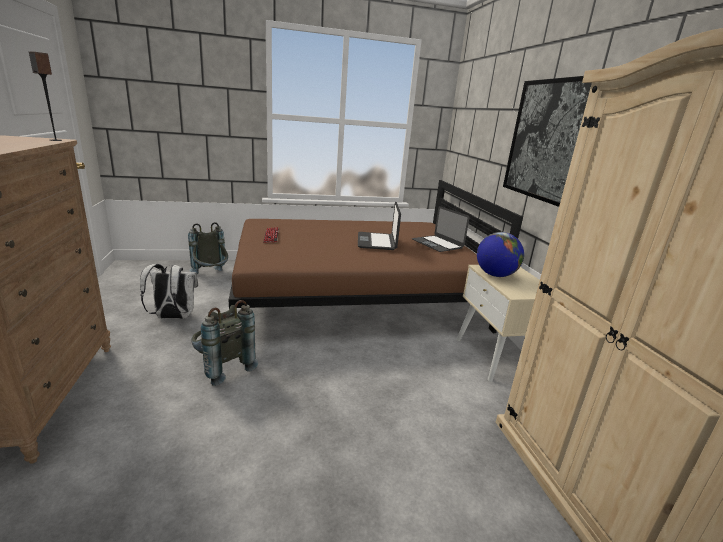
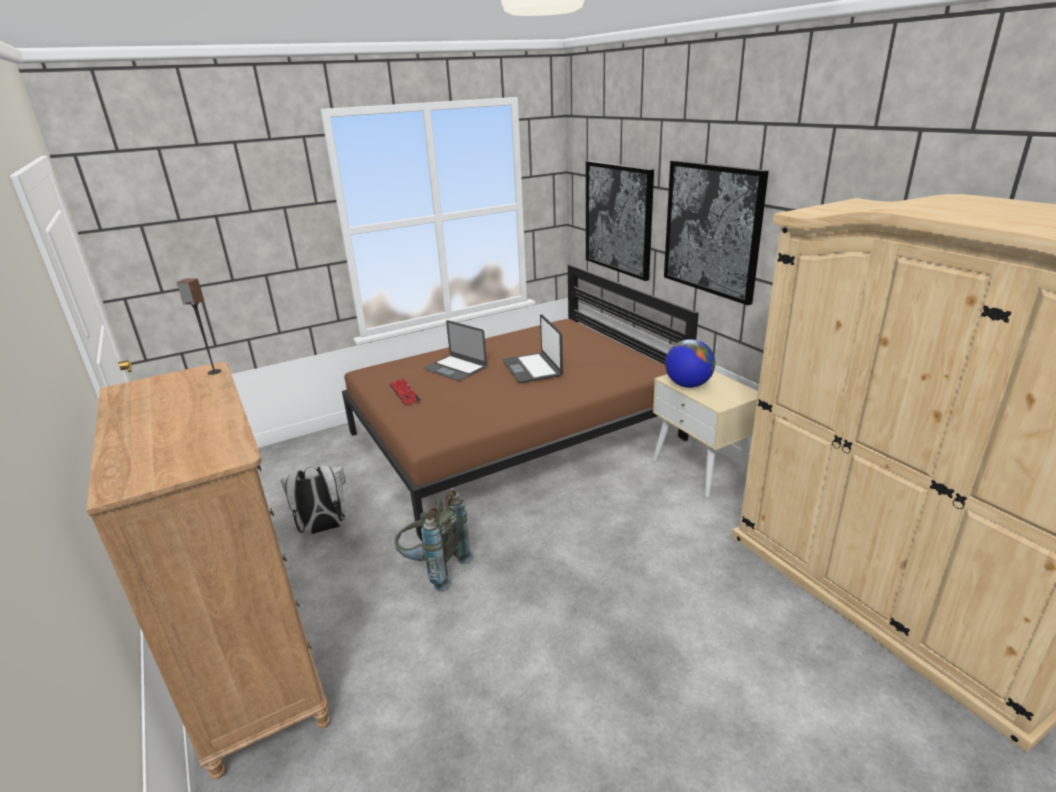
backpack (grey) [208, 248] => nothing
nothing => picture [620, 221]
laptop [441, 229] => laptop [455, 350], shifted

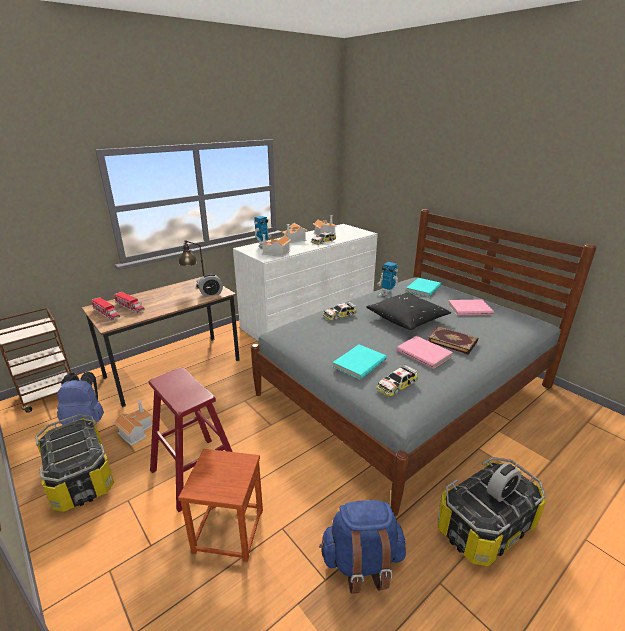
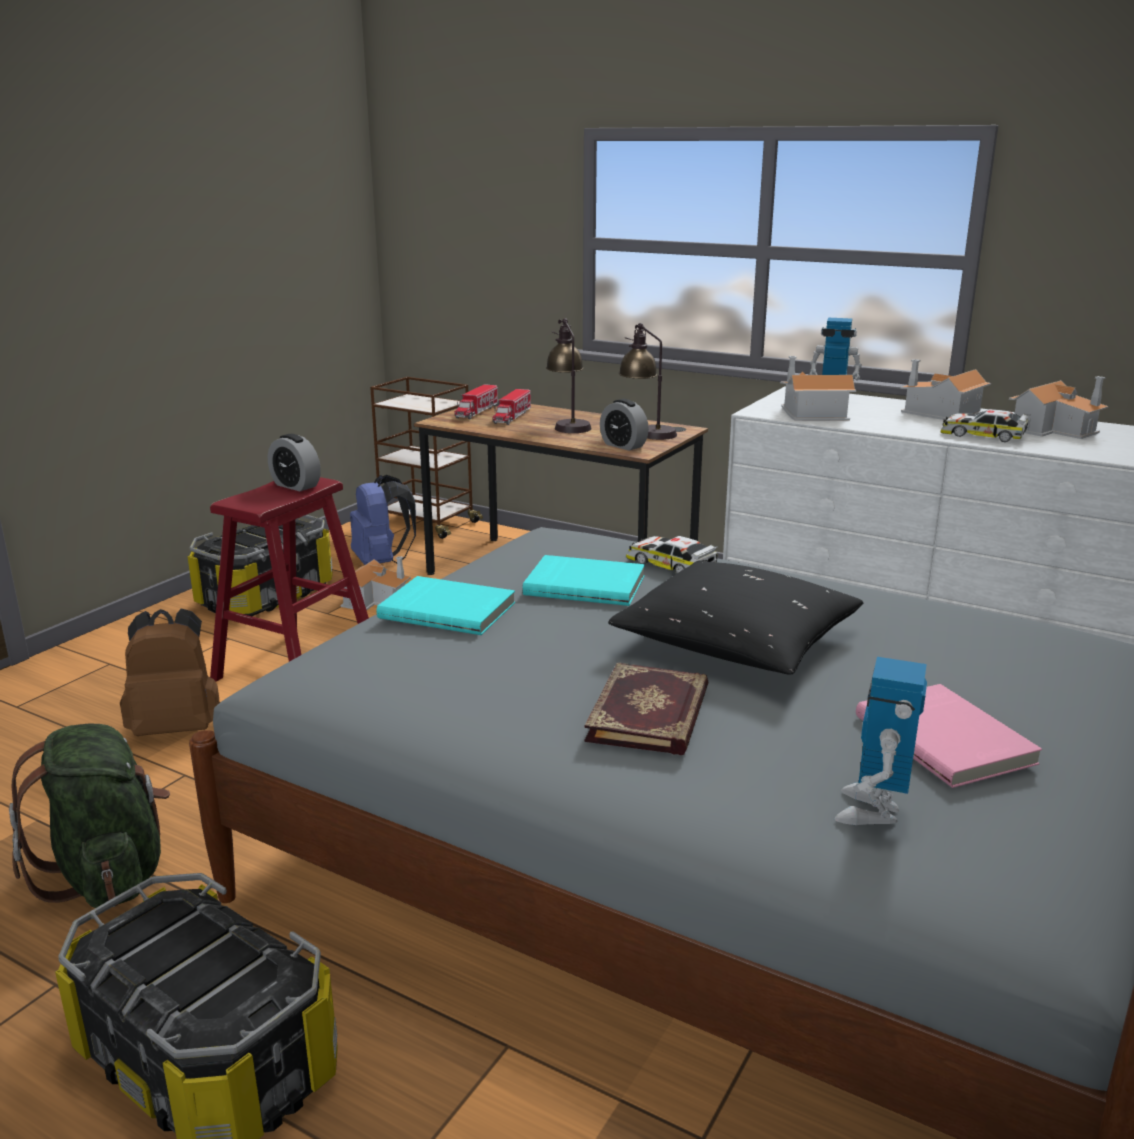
toy car [397, 381] => nothing
book (pink) [425, 352] => nothing
nothing => table lamp [569, 375]
toy robot [388, 280] => toy robot [880, 741], shifted
book (turquoise) [423, 287] => book (turquoise) [583, 580], shifted
alarm clock [504, 482] => alarm clock [294, 462], shifted
stool (brown) [220, 505] => backpack (brown) [170, 672]
backpack (blue) [362, 547] => backpack (green) [89, 815]

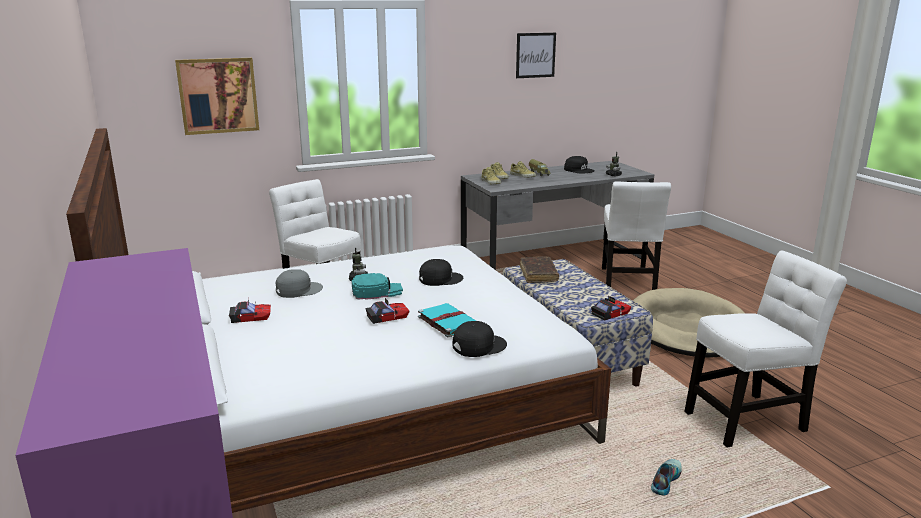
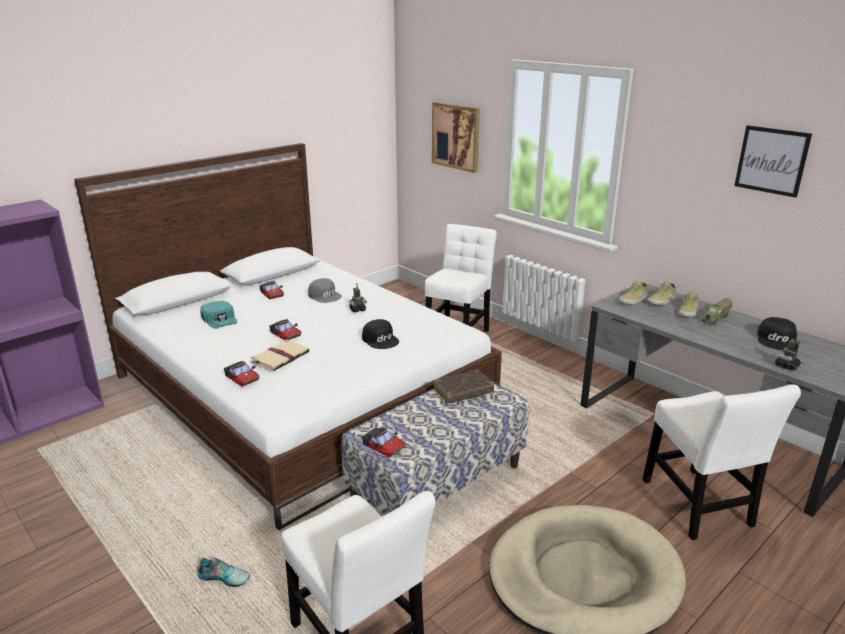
cap (turquoise) [377, 286] => cap (turquoise) [218, 314], shifted
cap (black) [479, 339] => toy car [242, 374]
book (turquoise) [447, 320] => book (beige) [280, 355]
chair (white) [636, 235] => chair (white) [721, 462], 90 degrees counterclockwise

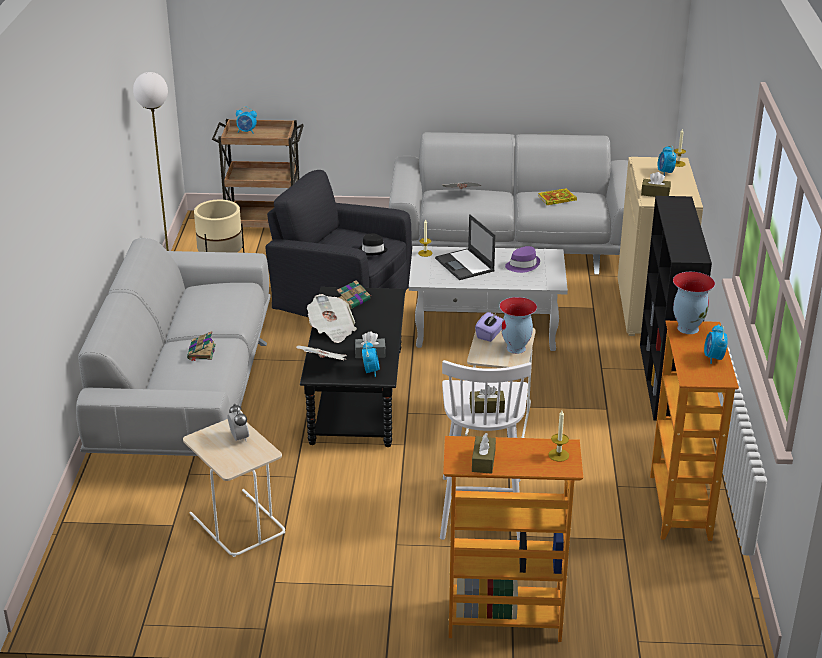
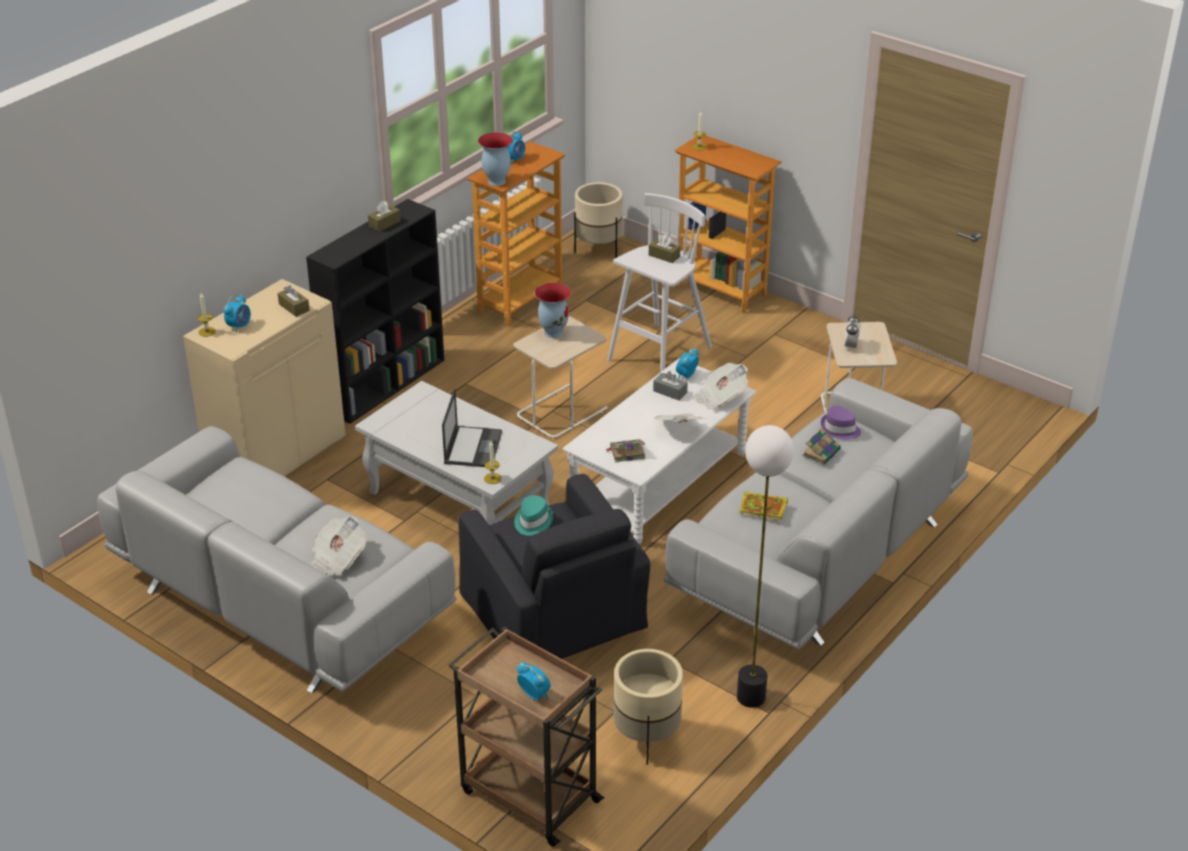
tissue box (purple) [489, 327] => nothing
nothing => planter (beige) [598, 220]
tissue box (brown) [484, 453] => tissue box (brown) [384, 216], shifted
hat (purple) [522, 259] => hat (purple) [841, 422], shifted
book [557, 196] => book [763, 506], shifted
coffee table (black) [352, 367] => coffee table (white) [659, 451]
hat (black) [373, 245] => hat (turquoise) [533, 515]

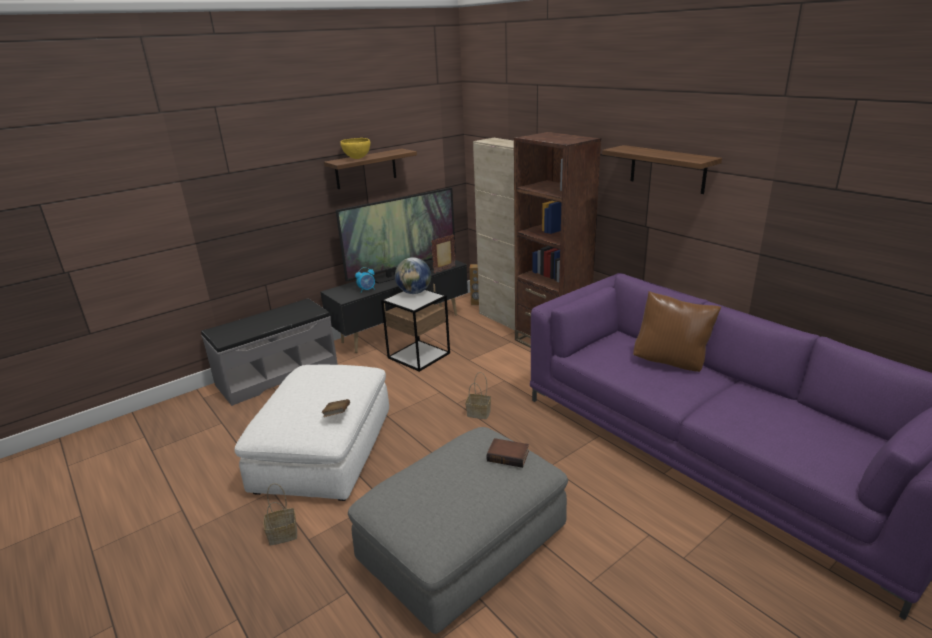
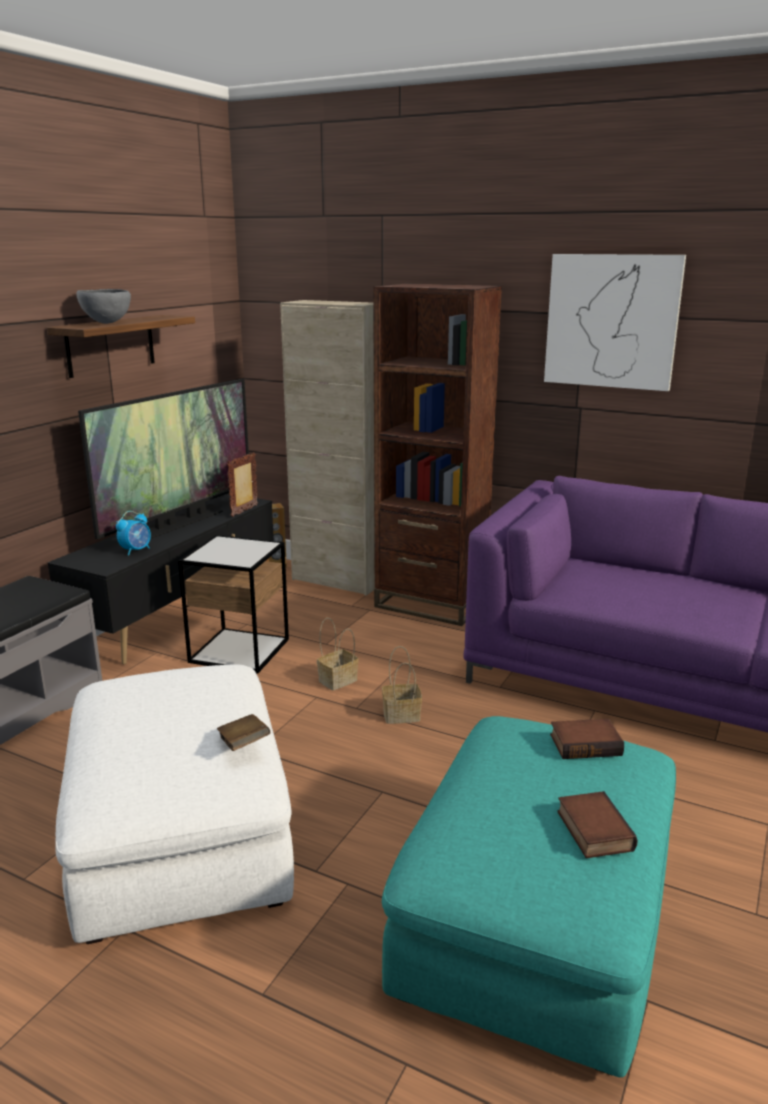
globe [413, 275] => nothing
pillow (brown) [677, 331] => nothing
nothing => book [597, 824]
basket [280, 514] => basket [338, 654], shifted
shelf [662, 169] => picture [615, 322]
bowl (yellow) [355, 148] => bowl (grey) [103, 306]
ottoman (grey) [458, 530] => ottoman (turquoise) [529, 896]

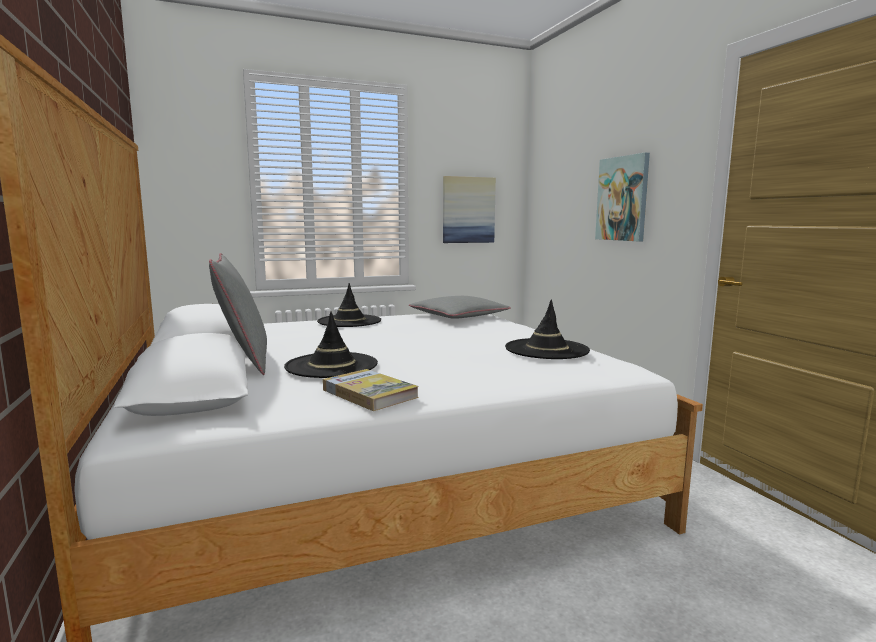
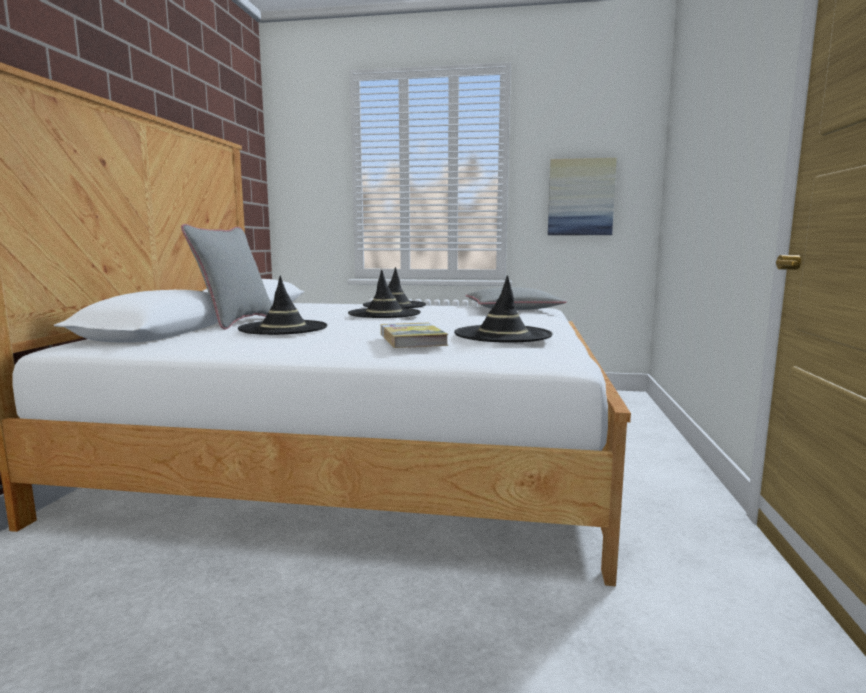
picture [622, 197] => nothing
nothing => hat (black) [384, 293]
book [371, 390] => book [414, 335], shifted

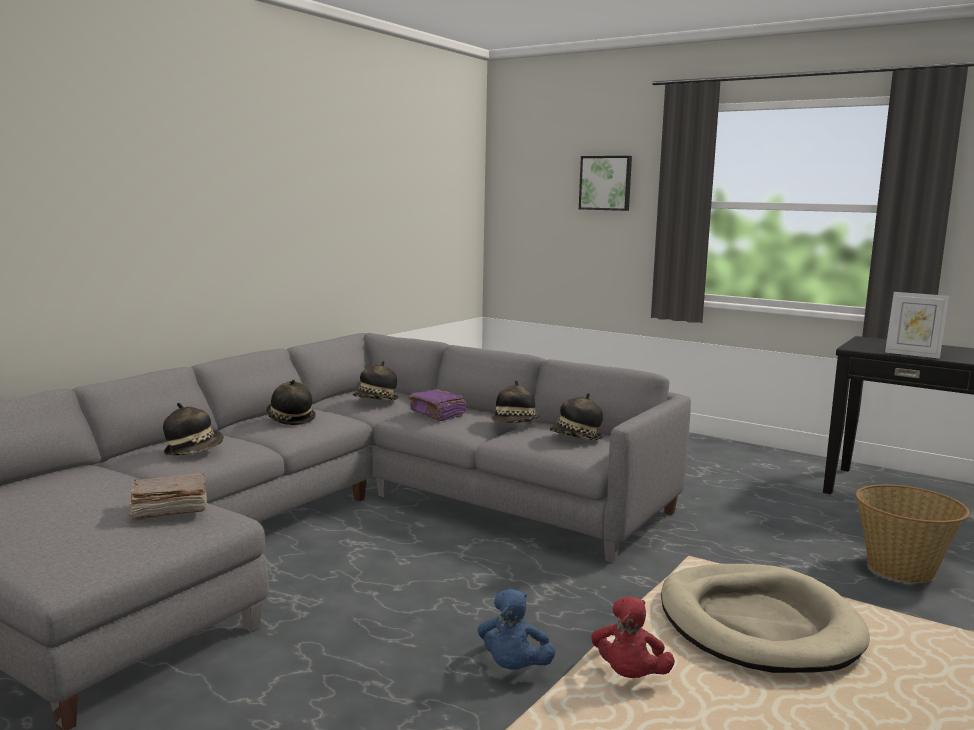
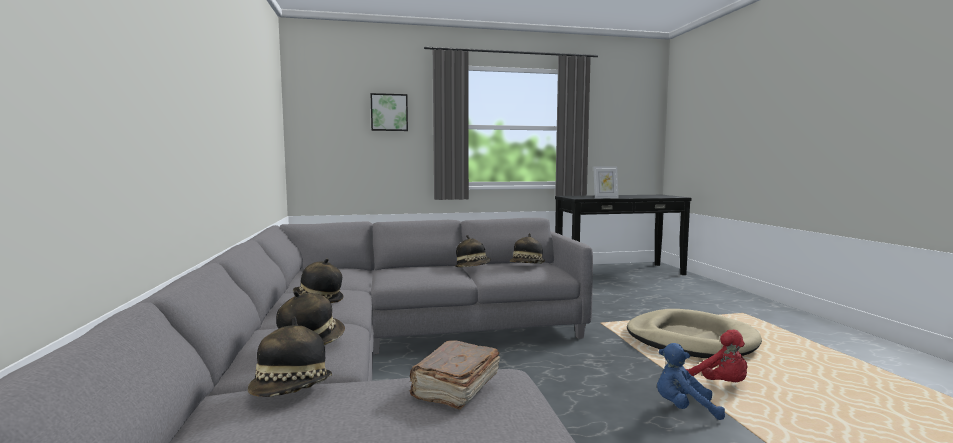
book (purple) [437, 405] => nothing
basket [913, 533] => nothing
hat [376, 381] => hat [290, 357], shifted
plush toy (blue) [517, 629] => plush toy (blue) [691, 381], 135 degrees clockwise

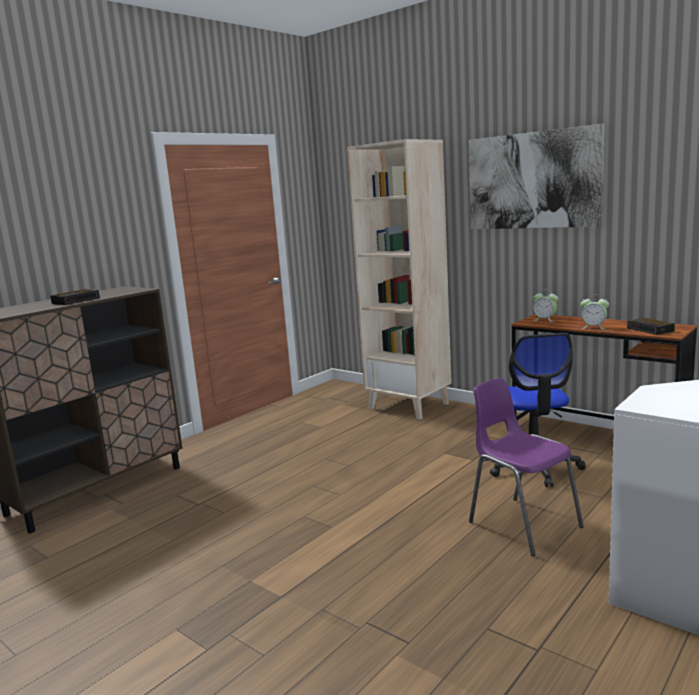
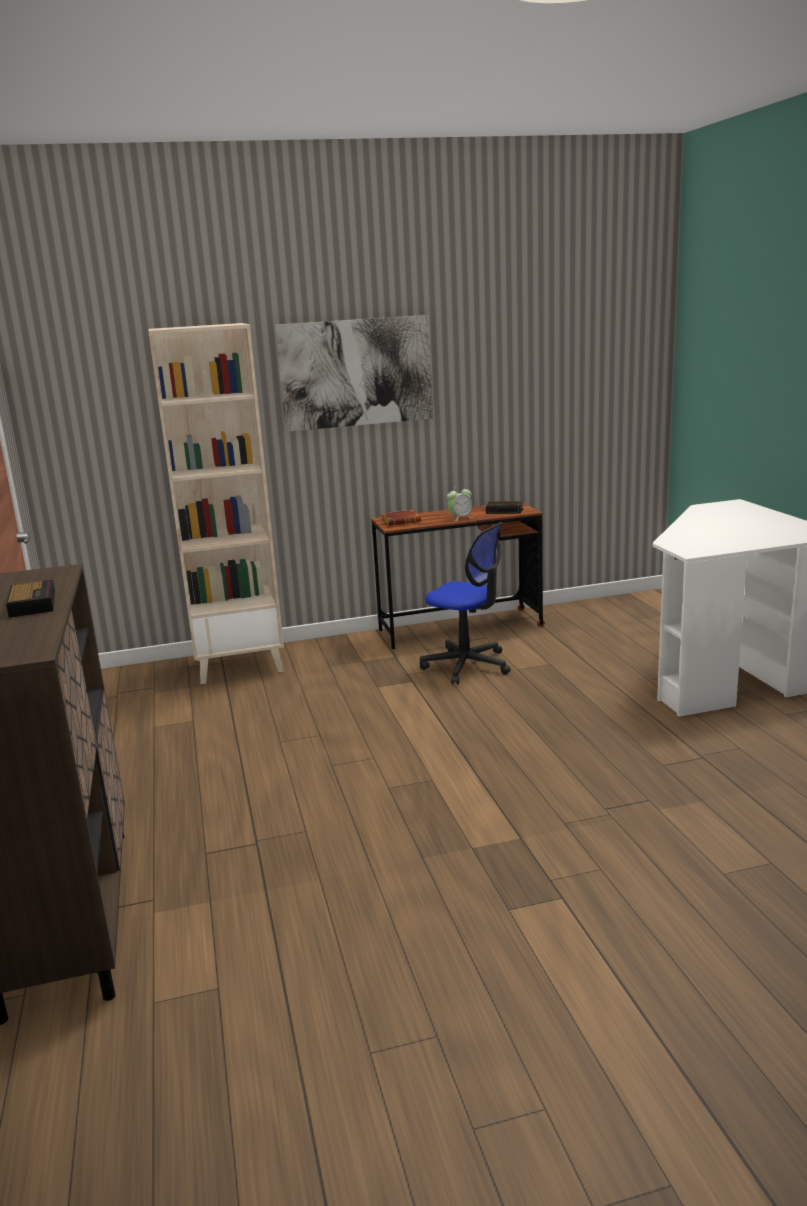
chair (purple) [526, 467] => nothing
alarm clock [545, 306] => book (brown) [401, 518]

